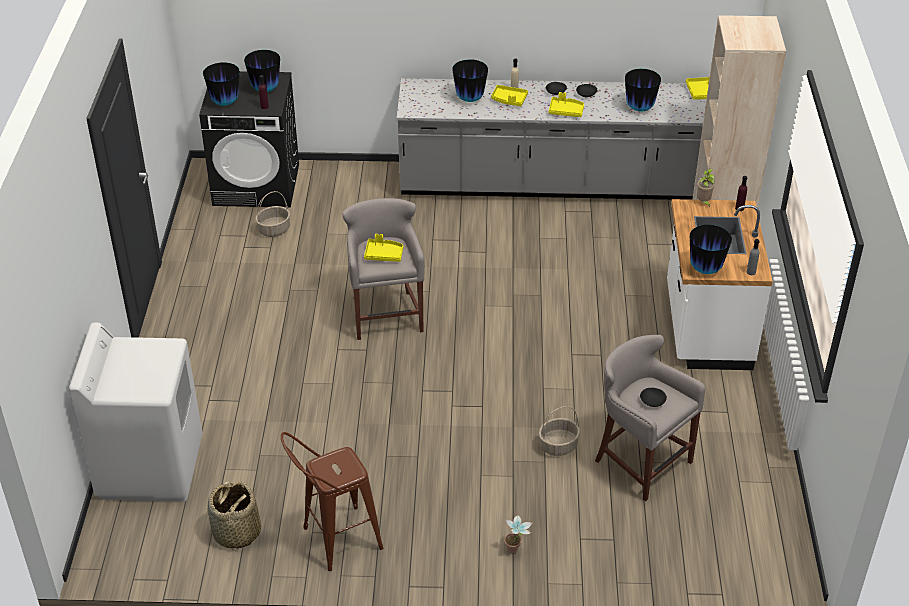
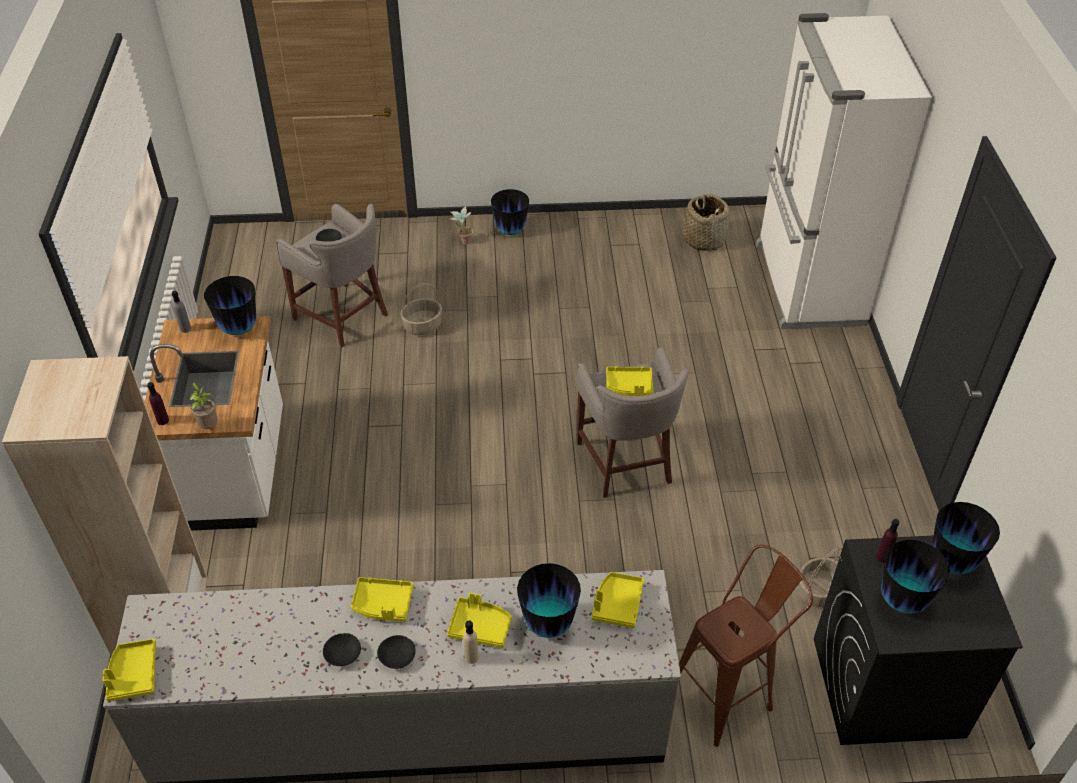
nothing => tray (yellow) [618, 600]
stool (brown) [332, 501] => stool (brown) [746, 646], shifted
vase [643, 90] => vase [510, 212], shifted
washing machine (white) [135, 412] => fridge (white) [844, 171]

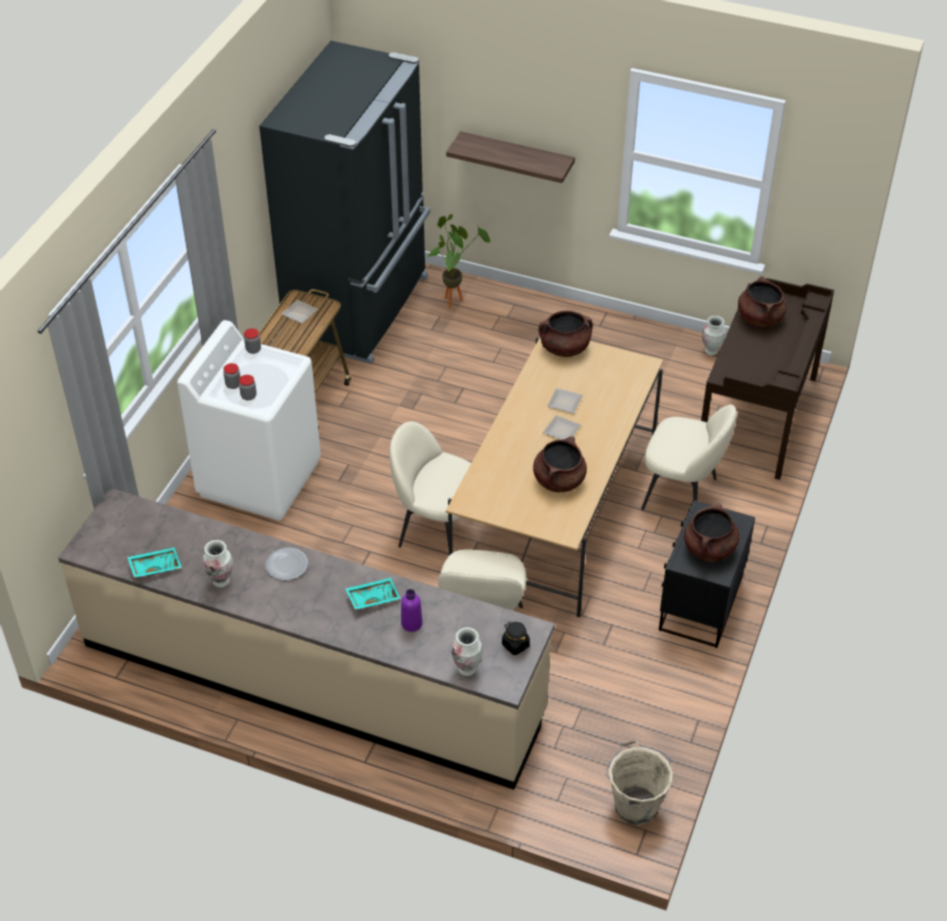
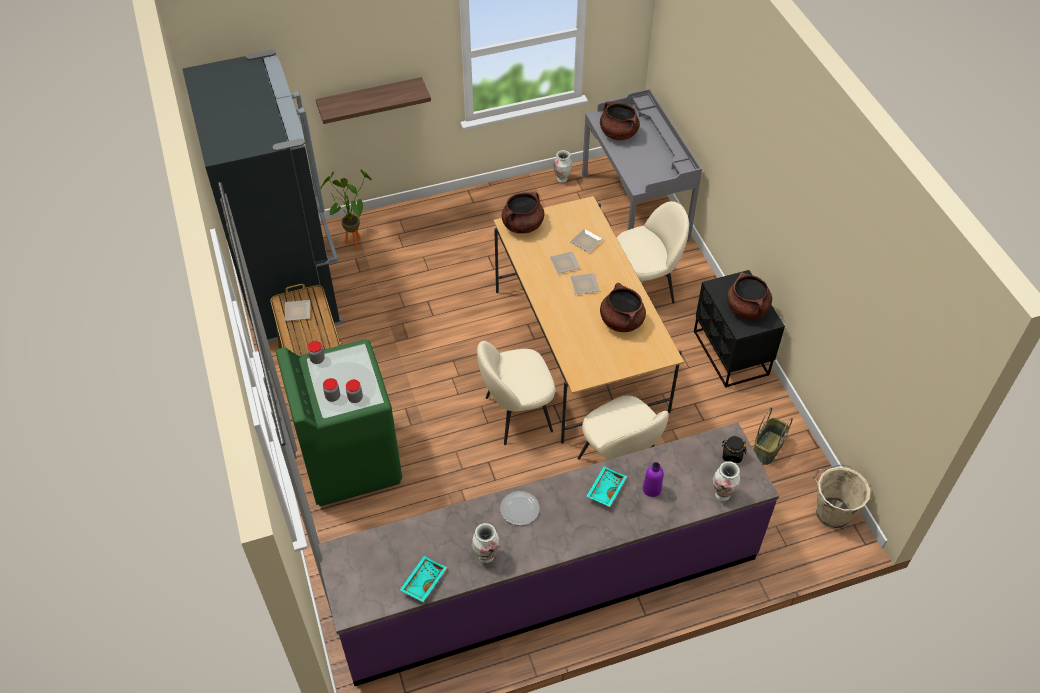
nothing => plate [586, 241]
nothing => basket [773, 436]
counter (beige) [306, 639] => counter (purple) [549, 554]
washing machine (white) [249, 420] => washing machine (green) [339, 422]
desk (brown) [767, 379] => desk (grey) [642, 165]

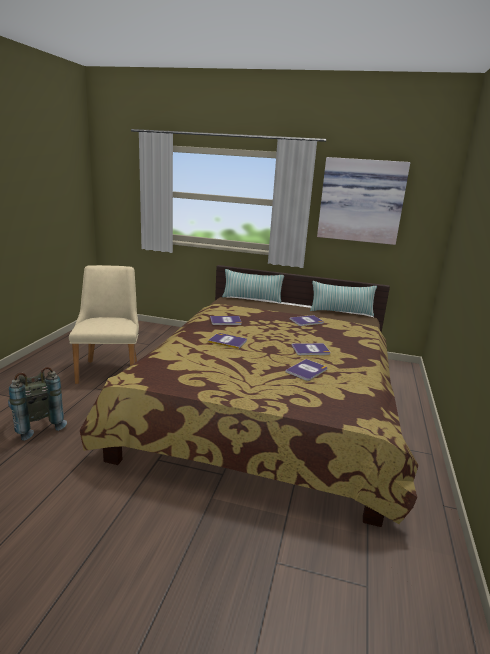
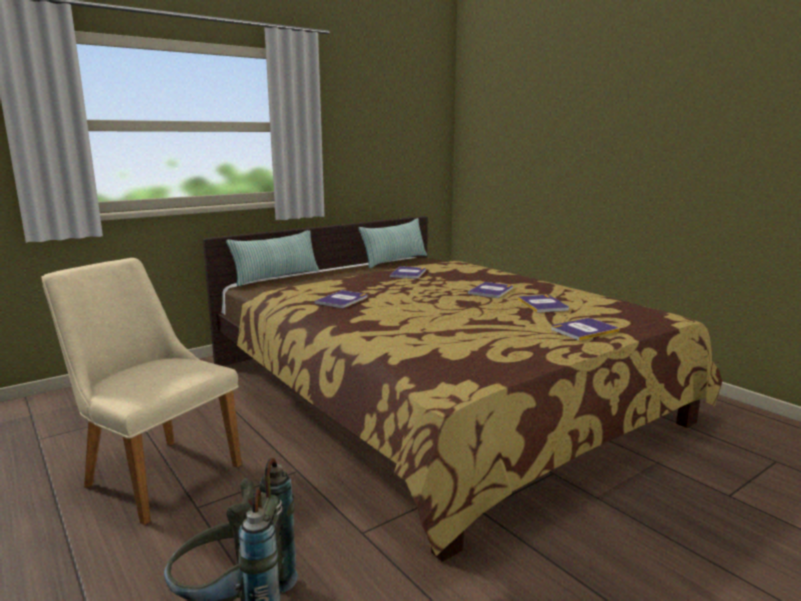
picture [363, 201] => nothing
book [227, 341] => book [585, 329], shifted

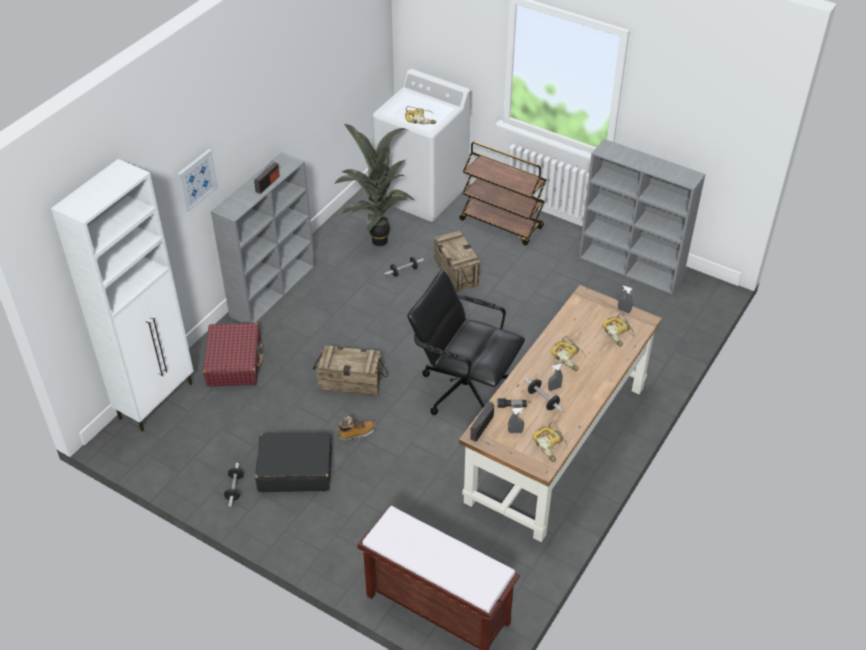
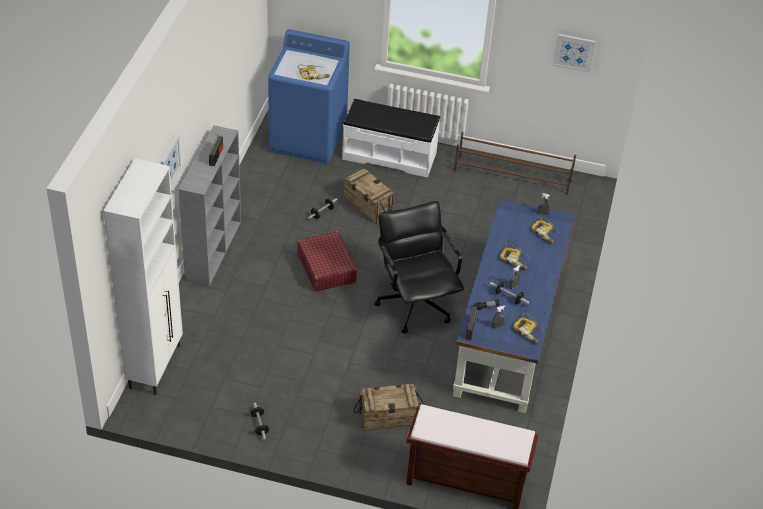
suitcase (black) [293, 462] => nothing
potted plant [374, 185] => nothing
boot [356, 428] => nothing
nothing => picture [574, 53]
suitcase (red) [233, 355] => suitcase (red) [327, 261], shifted
crate [350, 370] => crate [389, 407], shifted
cart (brown) [503, 194] => bench (white) [391, 138]
bookcase (grey) [642, 217] => shoe rack (brown) [515, 163]
washing machine (white) [421, 145] => washing machine (blue) [309, 96]
desk (brown) [560, 413] => desk (blue) [513, 306]
office chair (black) [466, 342] => office chair (black) [419, 267], 60 degrees clockwise

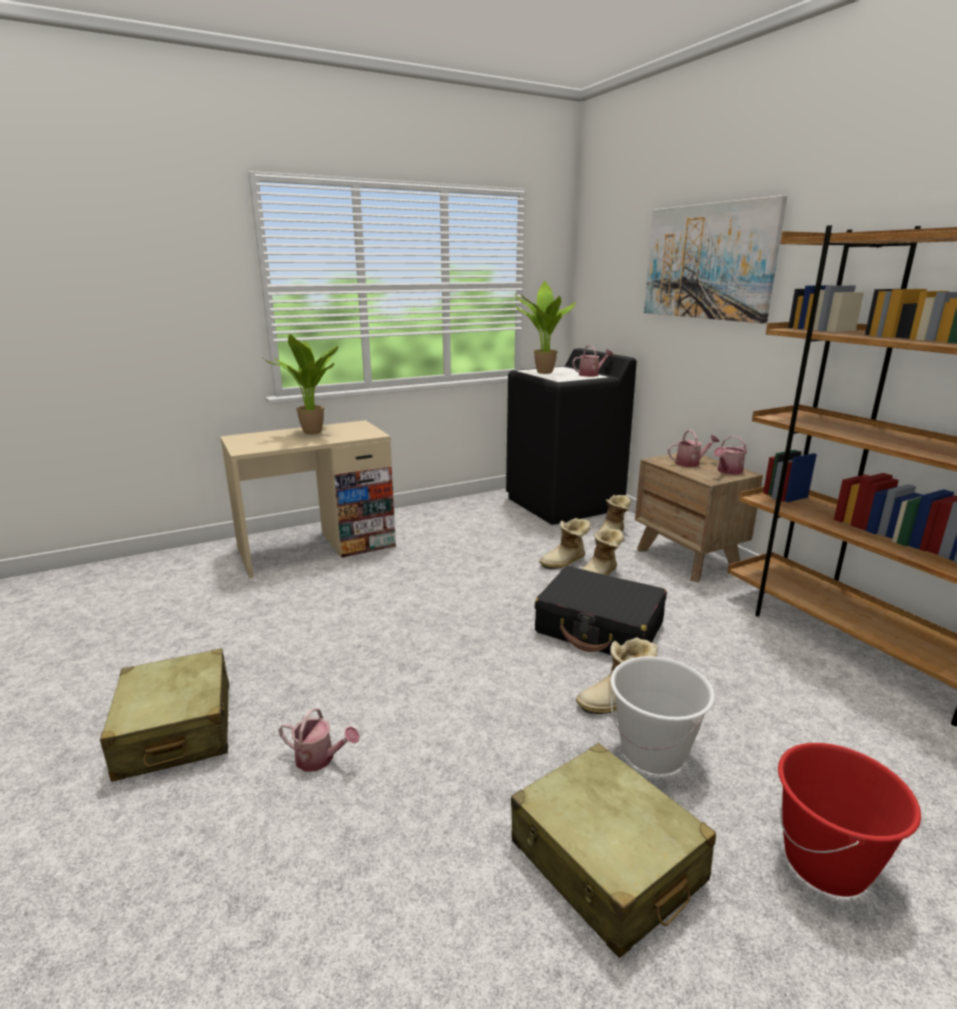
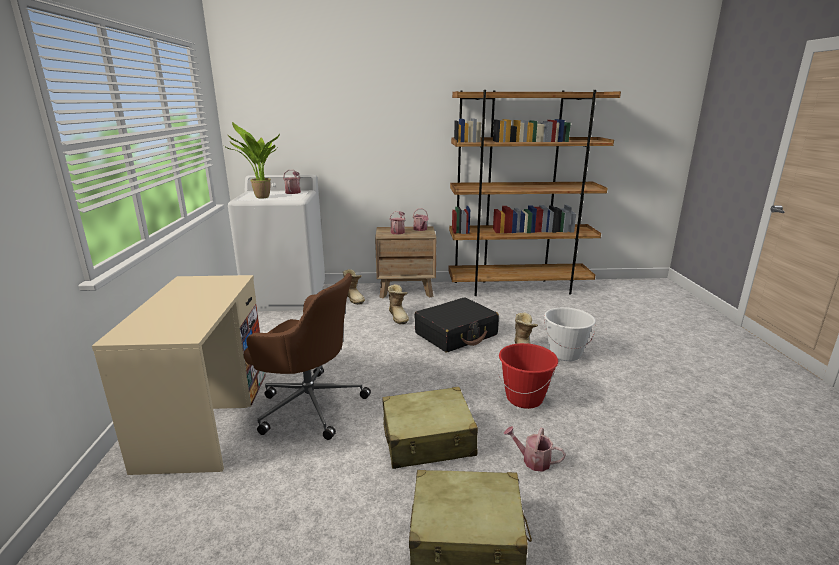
potted plant [301, 384] => nothing
boot [565, 543] => nothing
picture [715, 259] => nothing
nothing => office chair (brown) [307, 356]
suitcase (beige) [613, 850] => suitcase (beige) [430, 428], shifted
bucket (red) [849, 819] => bucket (red) [528, 376], shifted
washing machine (black) [571, 436] => washing machine (white) [276, 243]
watering can [319, 740] => watering can [535, 449], 105 degrees counterclockwise

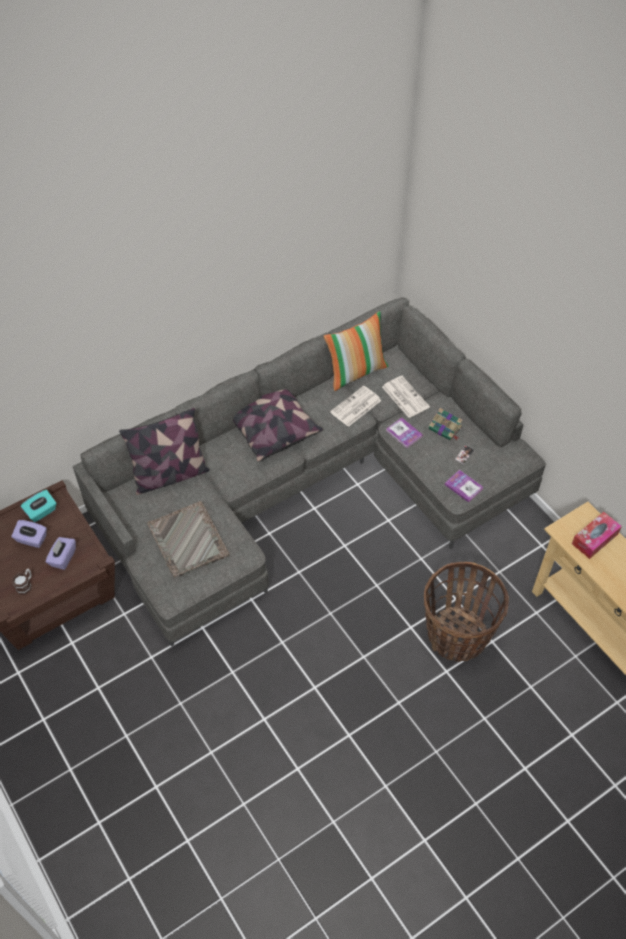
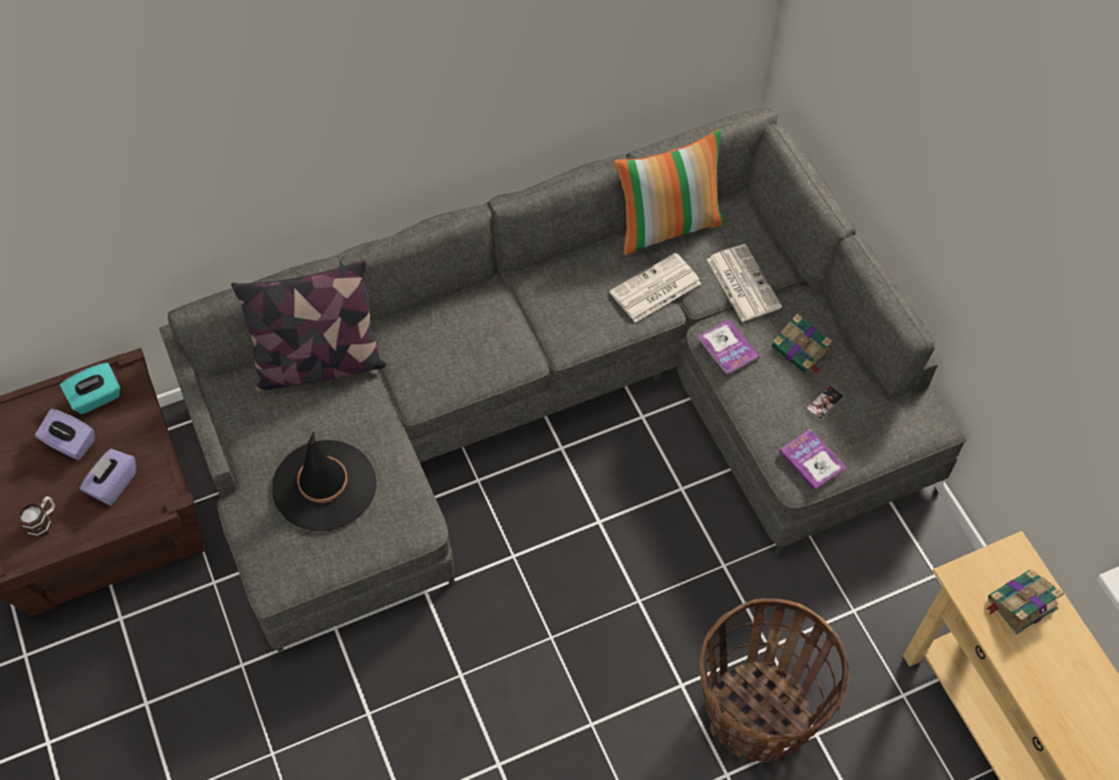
pillow [278, 425] => nothing
tray (grey) [188, 539] => hat (black) [324, 482]
tissue box [597, 535] => book [1024, 602]

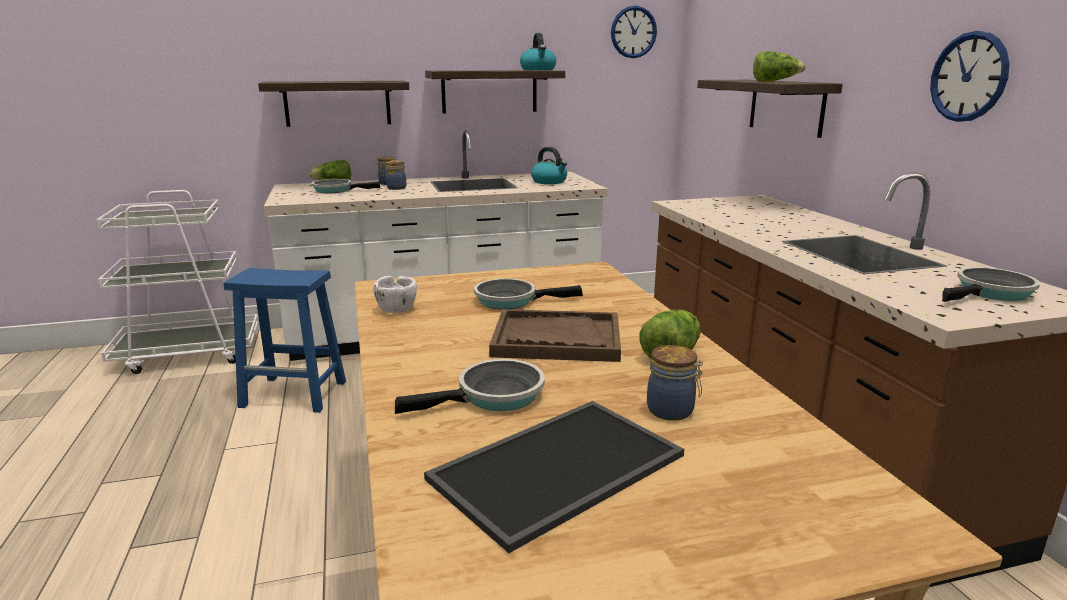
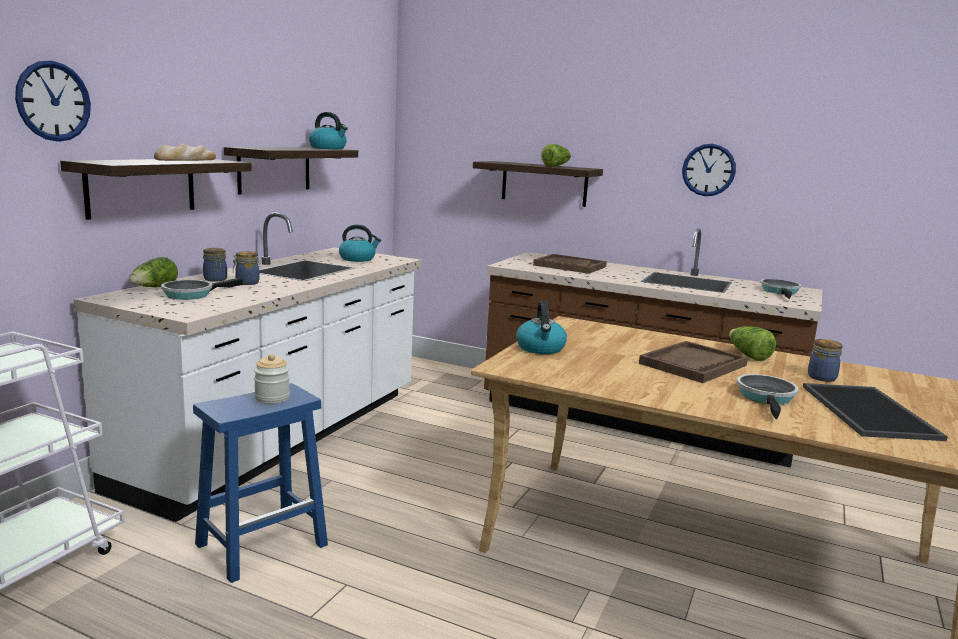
bowl (white) [395, 294] => nothing
frying pan [528, 293] => nothing
nothing => bread [185, 152]
nothing => jar [272, 379]
nothing => kettle [541, 327]
nothing => tray (brown) [570, 264]
wall clock [634, 32] => wall clock [53, 101], shifted

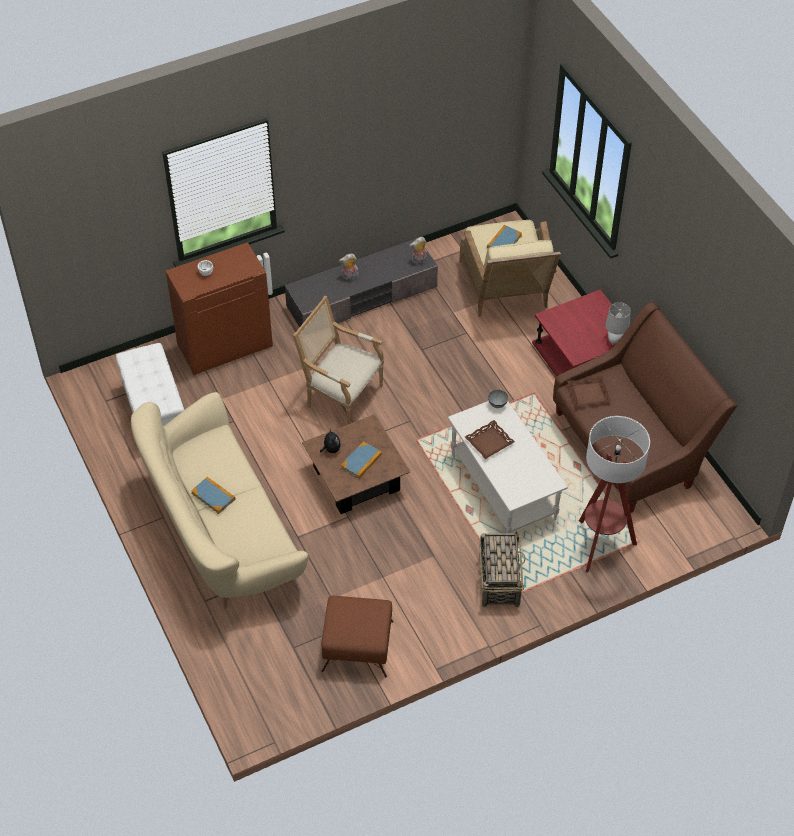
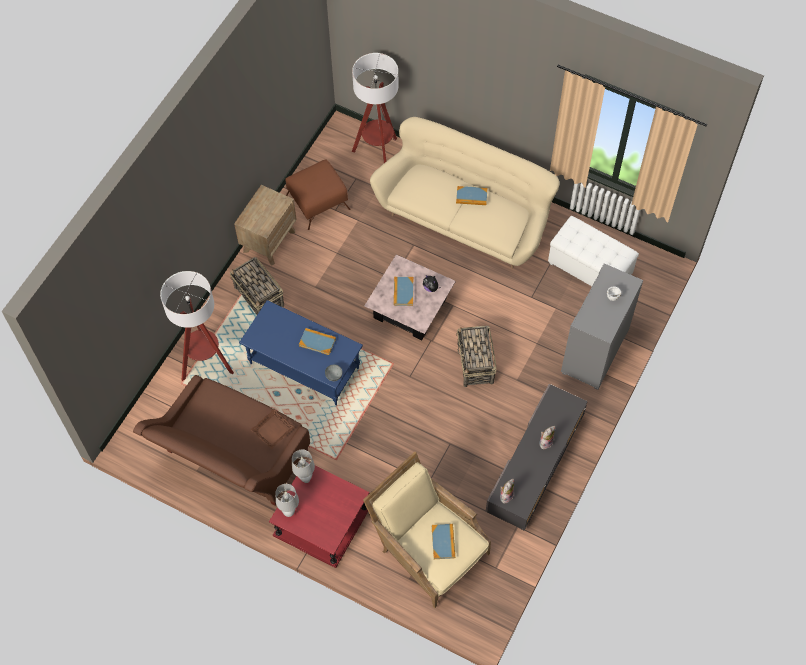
nothing => nightstand (brown) [265, 225]
nothing => table lamp (grey) [303, 466]
nothing => floor lamp [375, 108]
armchair [338, 360] => basket [476, 356]
tray (brown) [490, 439] => book [317, 341]
cabinet (brown) [219, 308] => cabinet (grey) [602, 327]
coffee table (brown) [356, 464] => coffee table (pink) [410, 297]
coffee table (white) [508, 467] => coffee table (blue) [301, 352]

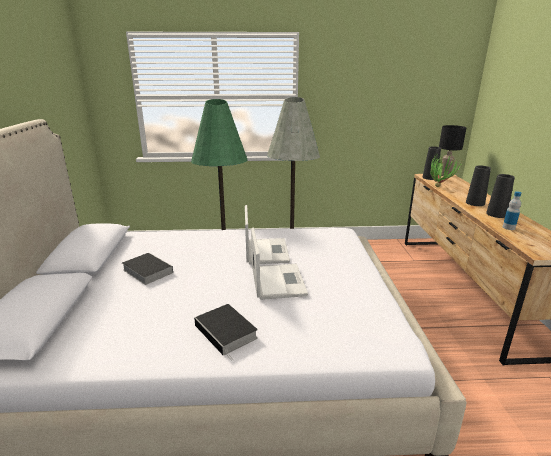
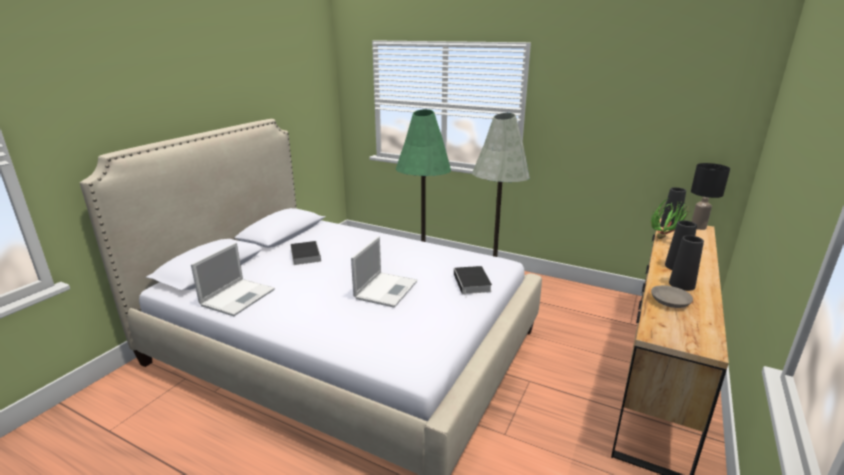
book [226, 332] => book [473, 282], shifted
laptop [267, 235] => laptop [233, 279], shifted
bottle [512, 210] => bowl (grey) [672, 296]

